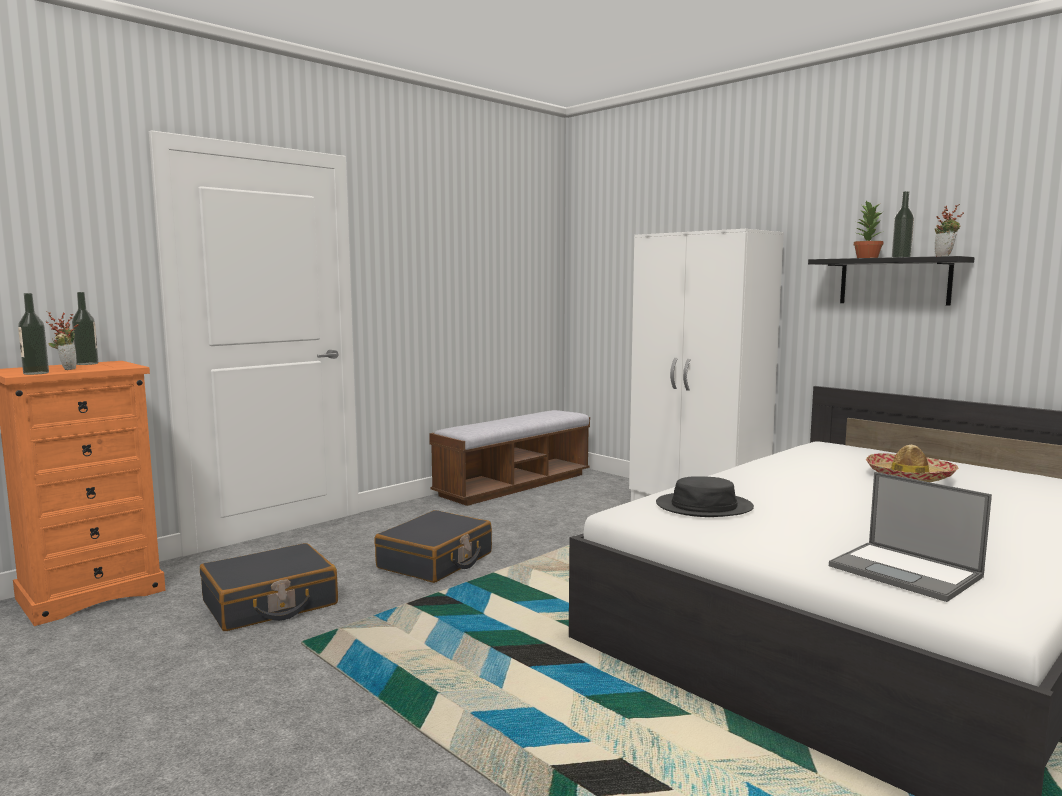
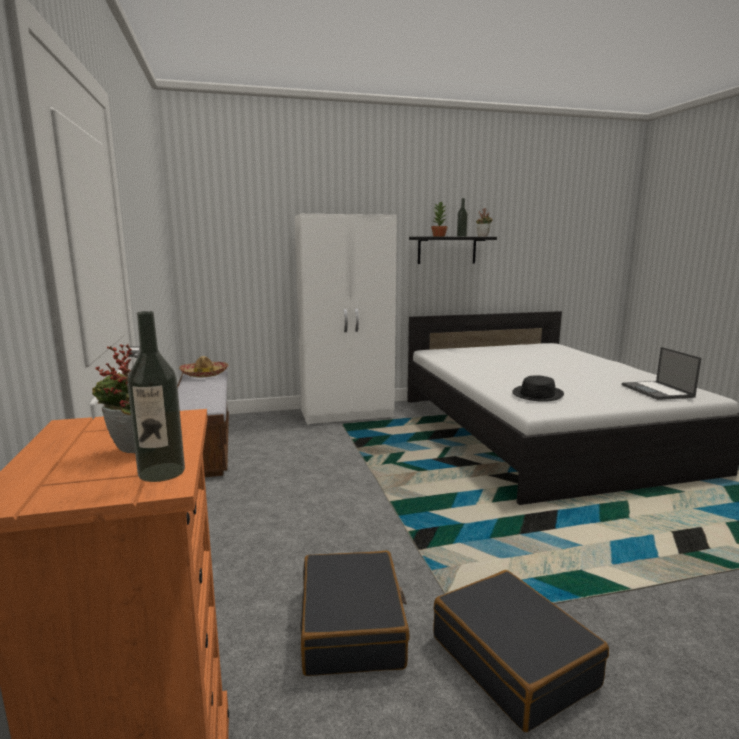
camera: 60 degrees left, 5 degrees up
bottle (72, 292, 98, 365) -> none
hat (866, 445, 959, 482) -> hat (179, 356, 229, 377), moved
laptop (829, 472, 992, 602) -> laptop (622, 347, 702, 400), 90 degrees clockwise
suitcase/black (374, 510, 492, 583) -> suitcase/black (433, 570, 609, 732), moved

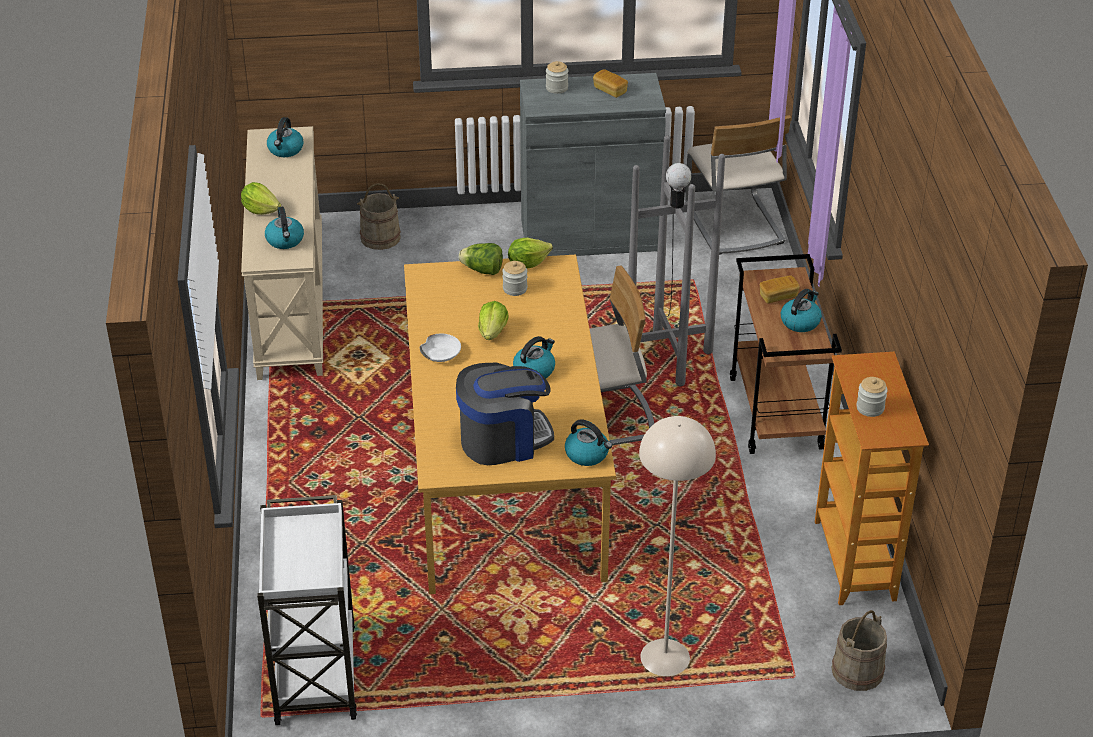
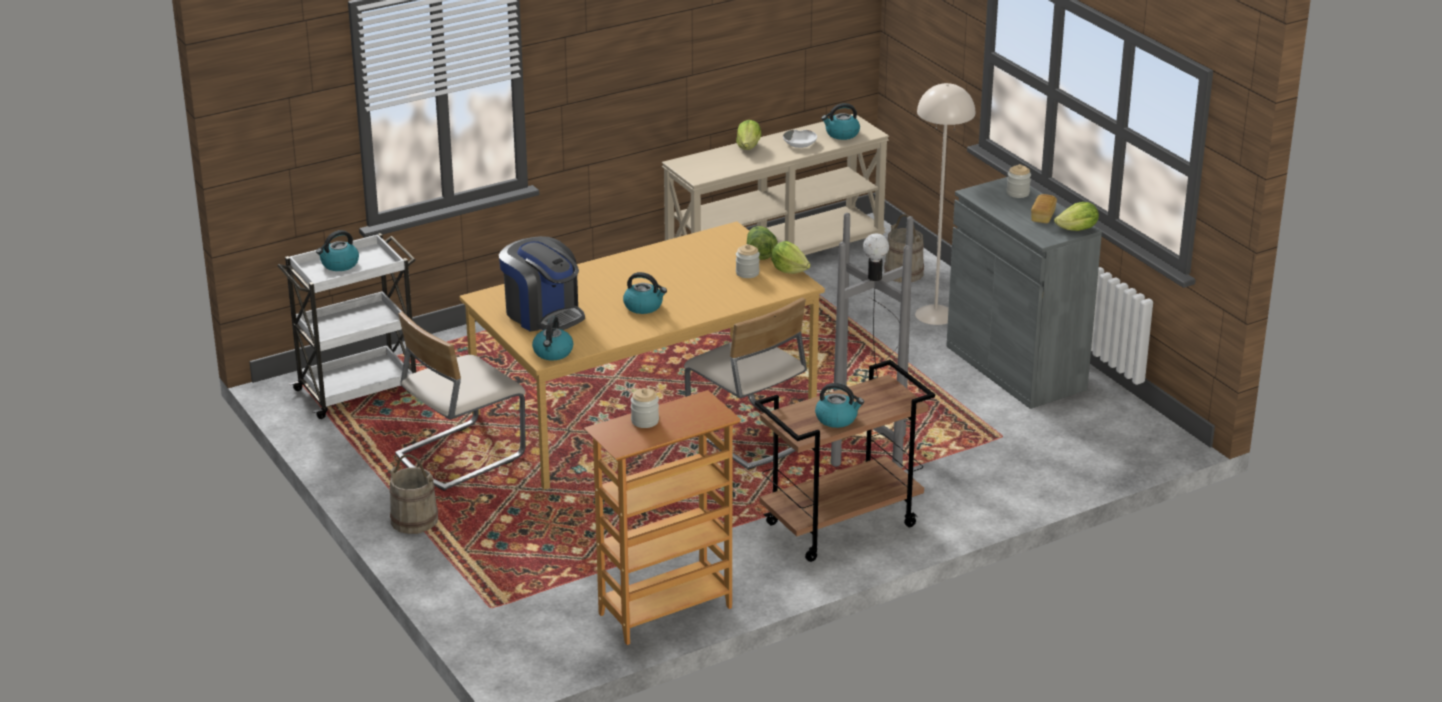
camera: 65 degrees right, 10 degrees down
chair/beige (685, 115, 791, 255) -> chair/beige (395, 312, 526, 491), moved
kettle (265, 206, 304, 249) -> kettle (316, 230, 359, 271), moved
bread (760, 276, 800, 303) -> none
lettuce (478, 301, 509, 340) -> lettuce (1054, 202, 1099, 231), moved
bowl/white (420, 334, 461, 362) -> bowl/white (783, 130, 817, 148), moved
floor lamp/beige (639, 416, 716, 676) -> floor lamp/beige (915, 83, 975, 325), moved
bucket/beige (832, 610, 887, 691) -> bucket/beige (388, 454, 438, 534), moved

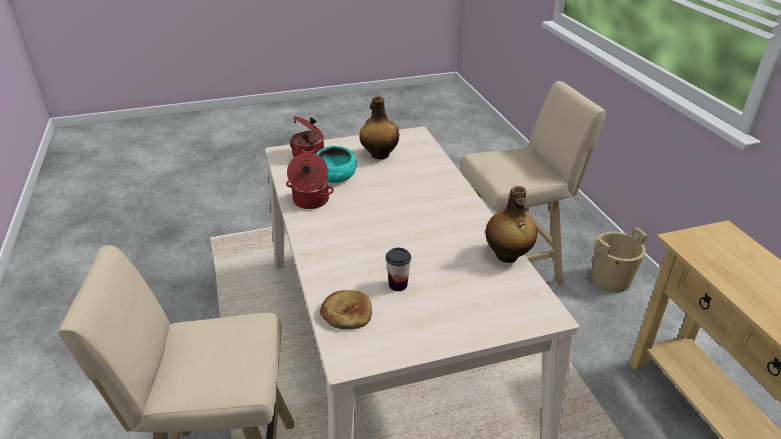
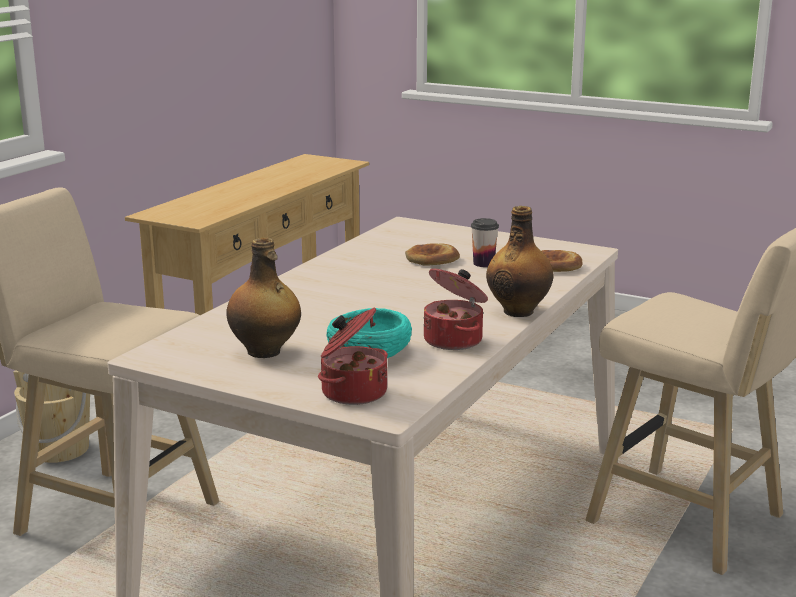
camera: 135 degrees left, 15 degrees down
bottle (486, 186, 537, 263) -> bottle (486, 206, 553, 317), moved
none -> bread (405, 243, 460, 266)

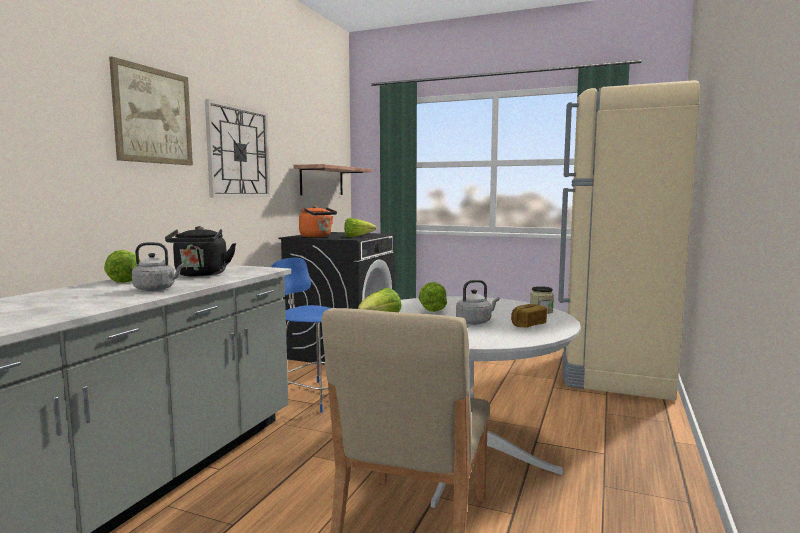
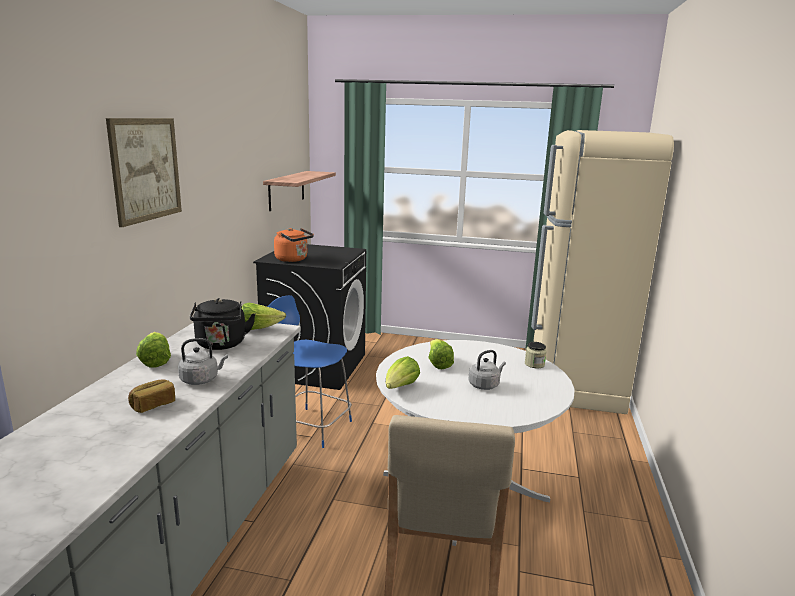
camera: 10 degrees left, 10 degrees up
wall clock (205, 99, 270, 197) -> none
lettuce (345, 218, 377, 237) -> lettuce (241, 303, 286, 330), moved
bread (511, 304, 547, 327) -> bread (128, 379, 175, 413), moved

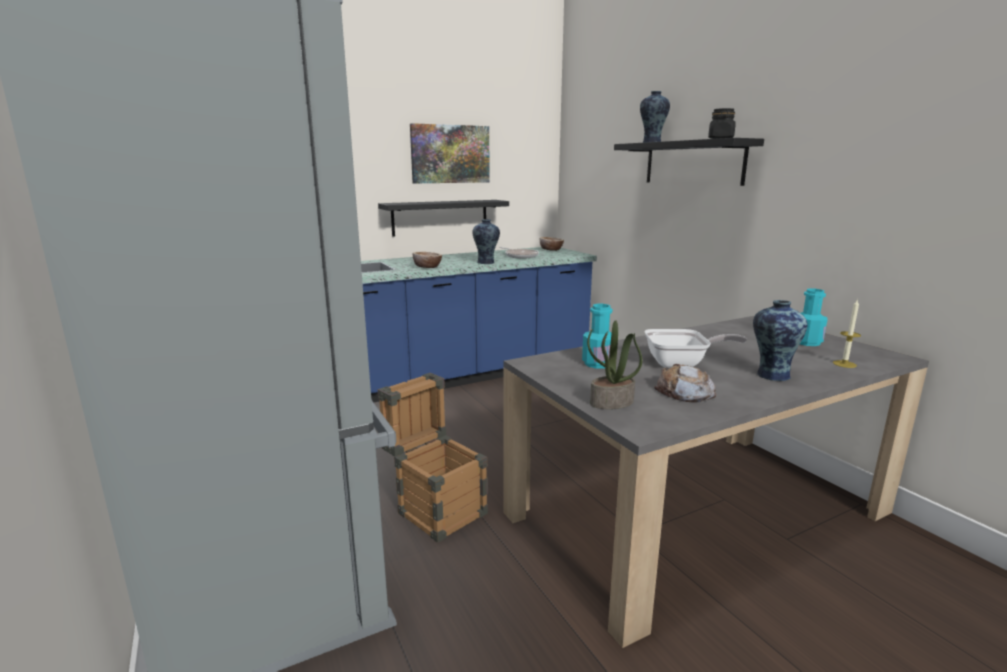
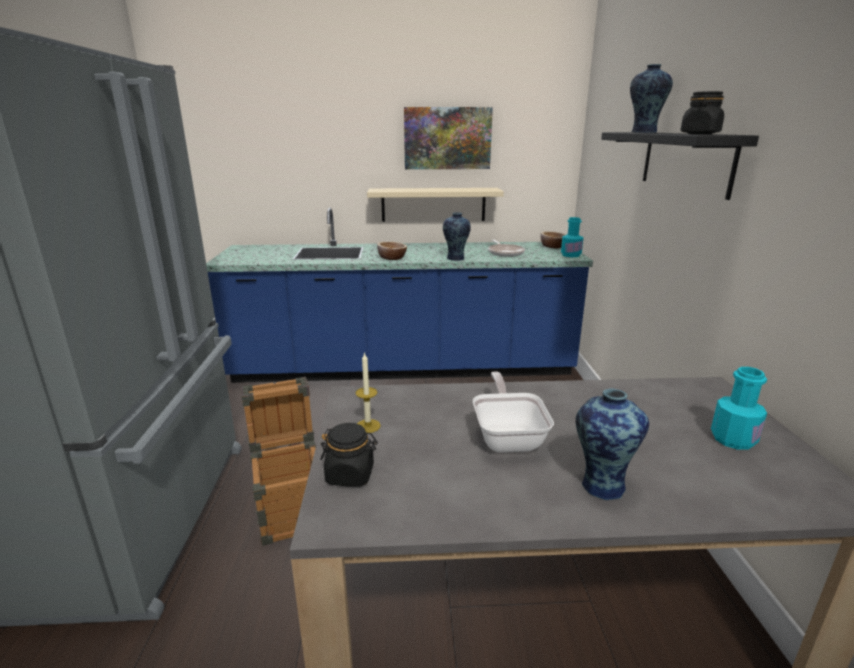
camera: 25 degrees right, 5 degrees up
shelf/black (378, 200, 509, 237) -> shelf/beige (367, 188, 504, 222)
candle (833, 300, 861, 368) -> candle (356, 352, 381, 433), moved
bottle/turquoise (582, 304, 613, 369) -> bottle/turquoise (561, 217, 583, 257), moved
potted plant (587, 320, 642, 409) -> jar/black (320, 423, 378, 486)
frying pan (645, 329, 747, 368) -> frying pan (473, 372, 554, 453), 120 degrees counterclockwise
bread (654, 364, 716, 403) -> none

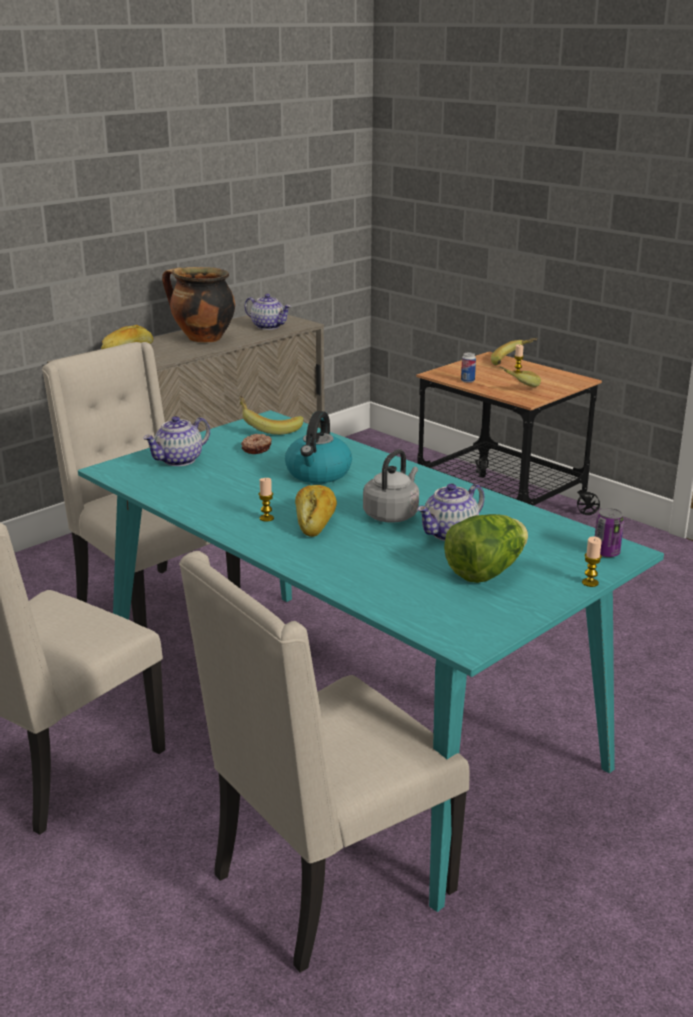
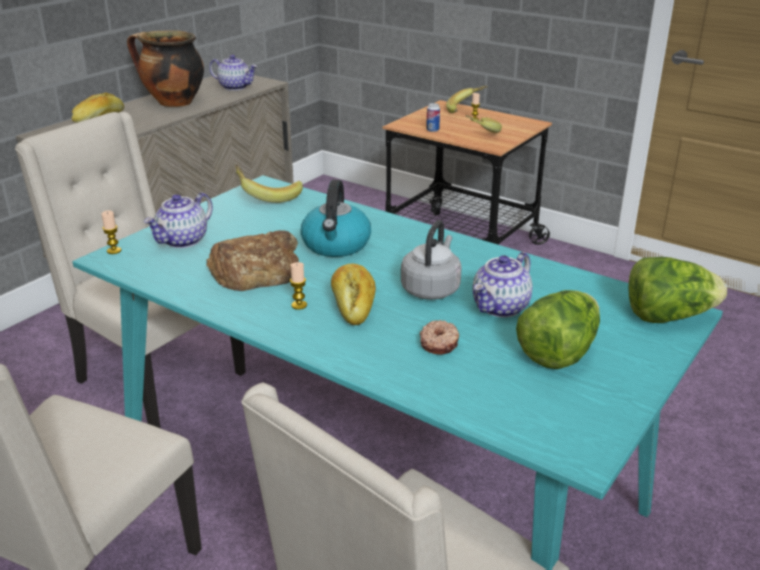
camera: 10 degrees left, 5 degrees up
donut (241, 434, 272, 454) -> donut (420, 320, 459, 355), moved
can (595, 508, 624, 558) -> lettuce (628, 257, 727, 323)
candle (582, 537, 602, 587) -> candle (101, 210, 121, 254), moved
none -> bread (206, 230, 299, 291)

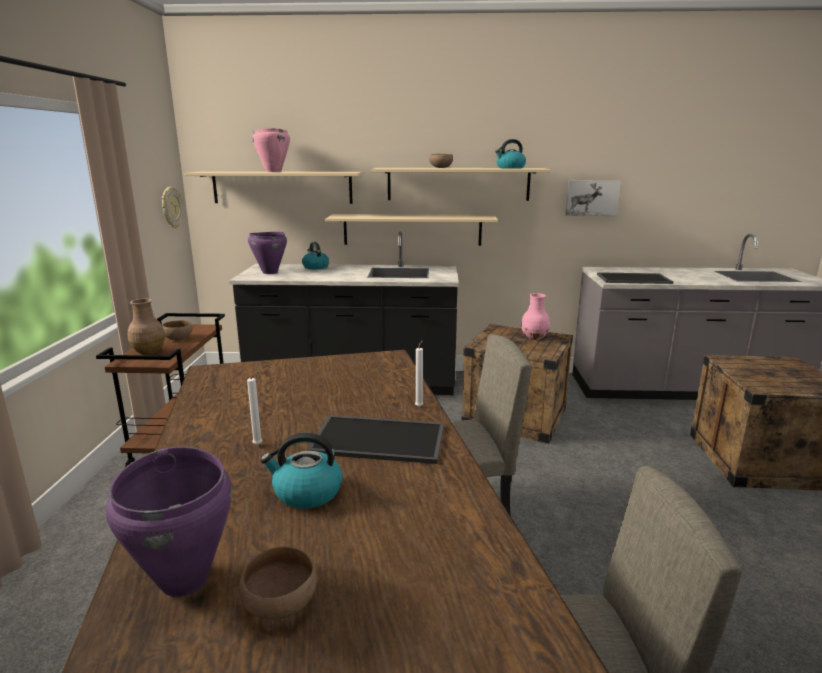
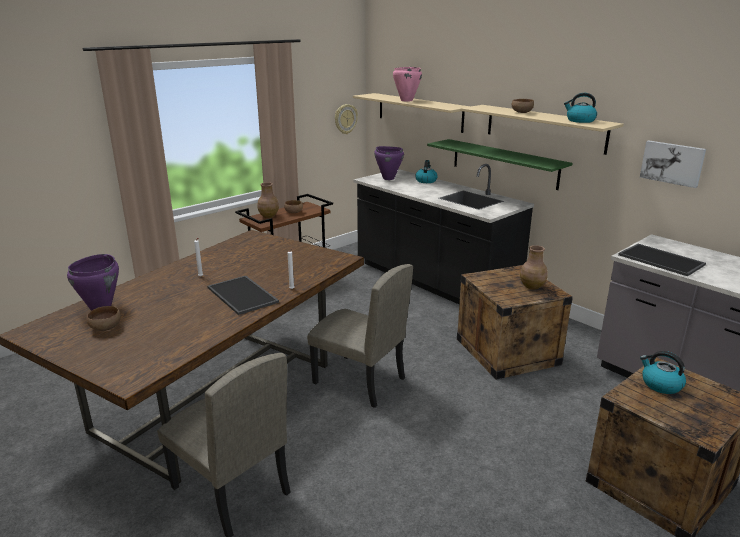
camera: 45 degrees right, 5 degrees up
shelf/beige (325, 214, 498, 246) -> shelf/green (427, 139, 573, 190)
vase/pink (521, 293, 550, 340) -> vase/brown (520, 245, 548, 290)
kettle (260, 433, 342, 509) -> kettle (640, 351, 686, 394), moved

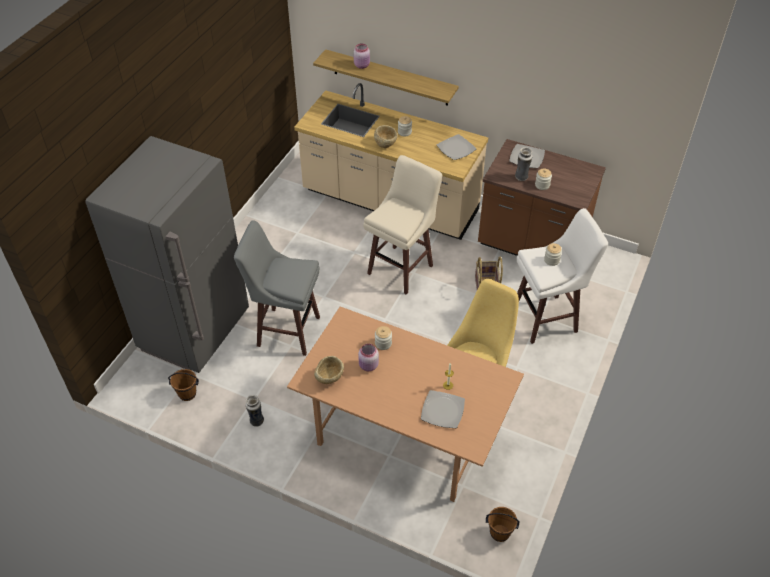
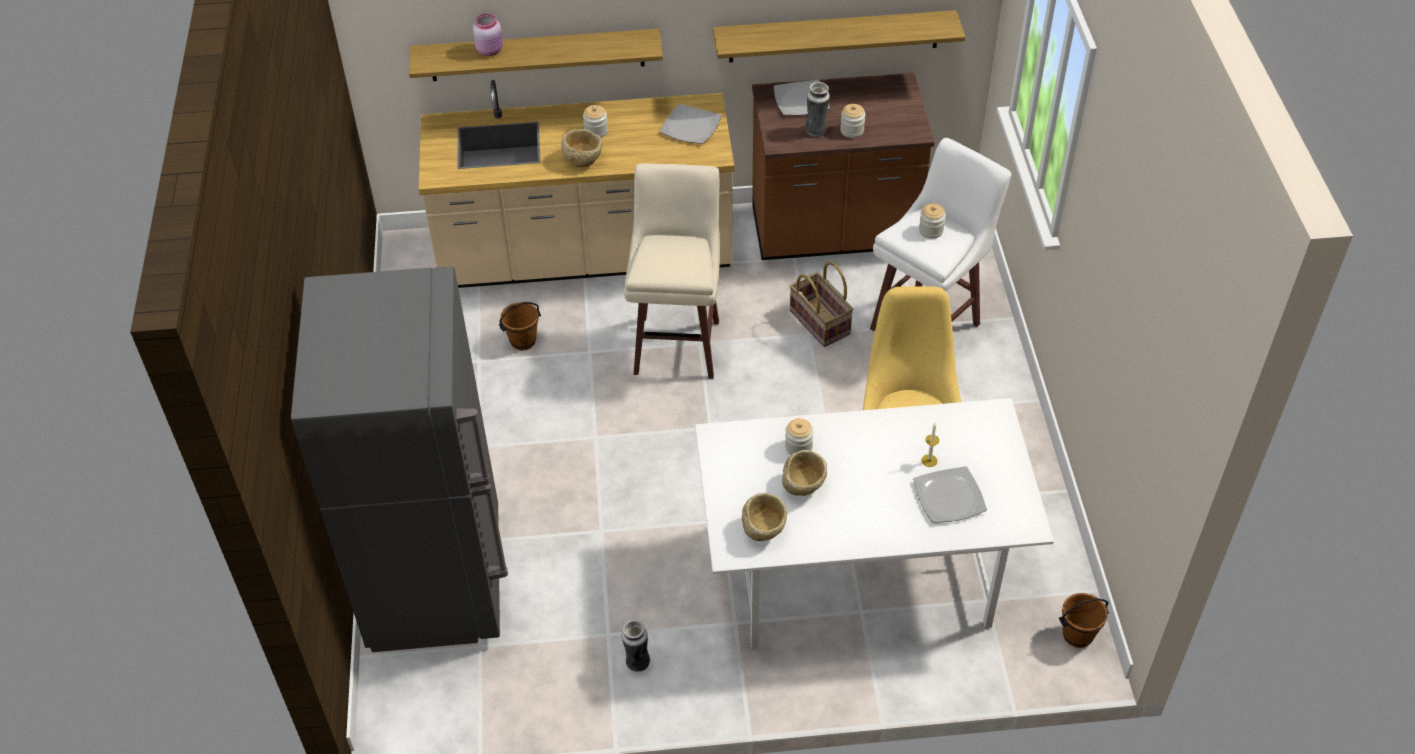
camera: 30 degrees left, 0 degrees up
stool/grey (234, 220, 320, 356) -> none
dining table/brown (287, 306, 524, 502) -> dining table/white (695, 398, 1054, 650)
jar/pink (358, 344, 379, 371) -> bowl/beige (782, 450, 827, 496)
bucket/brown (168, 369, 199, 401) -> bucket/brown (499, 302, 541, 350), moved
none -> shelf (713, 10, 965, 62)

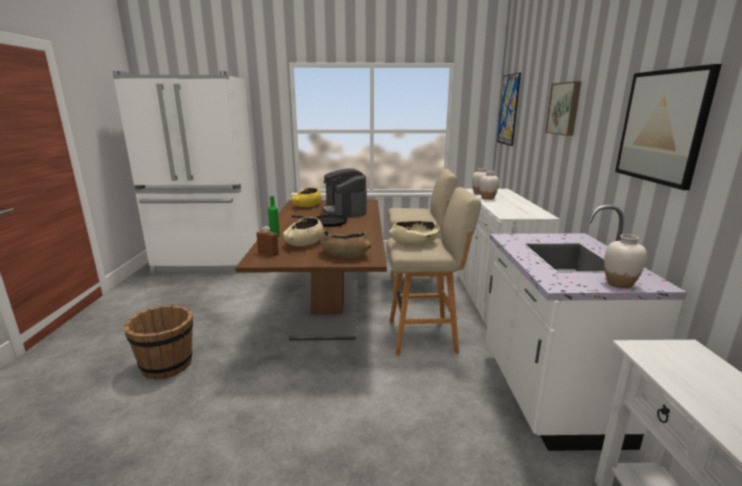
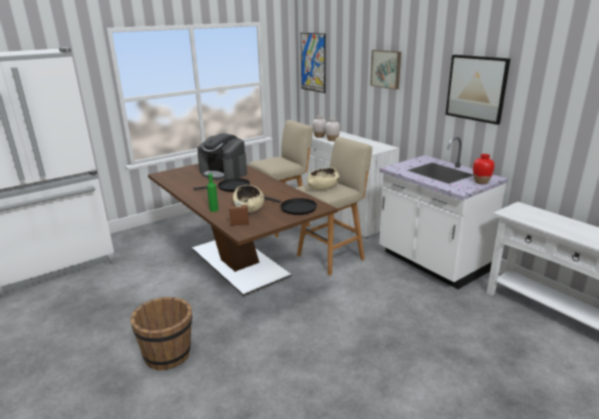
camera: 35 degrees left, 5 degrees up
bowl/yellow (292, 188, 321, 207) -> none
bowl/brown (319, 230, 371, 258) -> frying pan/black (264, 196, 317, 215)
vase/white (604, 234, 647, 289) -> vase/red (473, 154, 495, 184)

